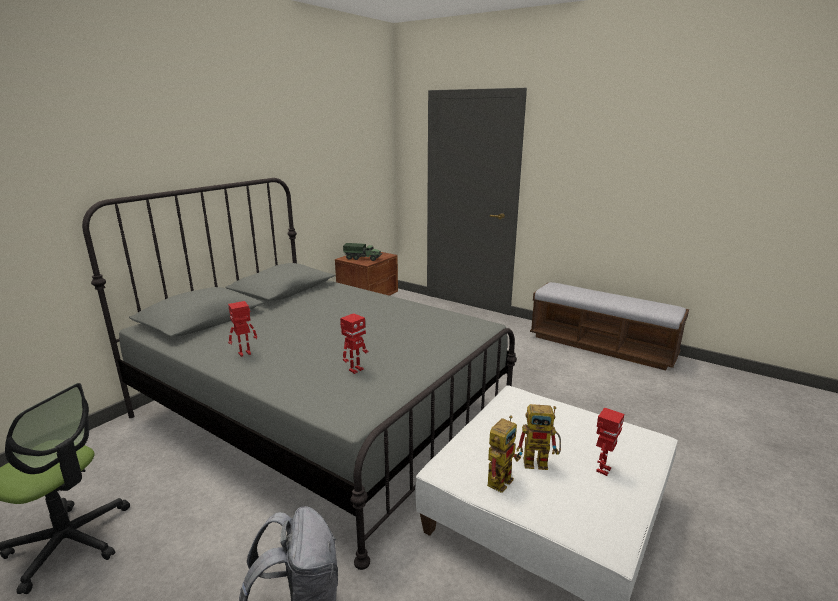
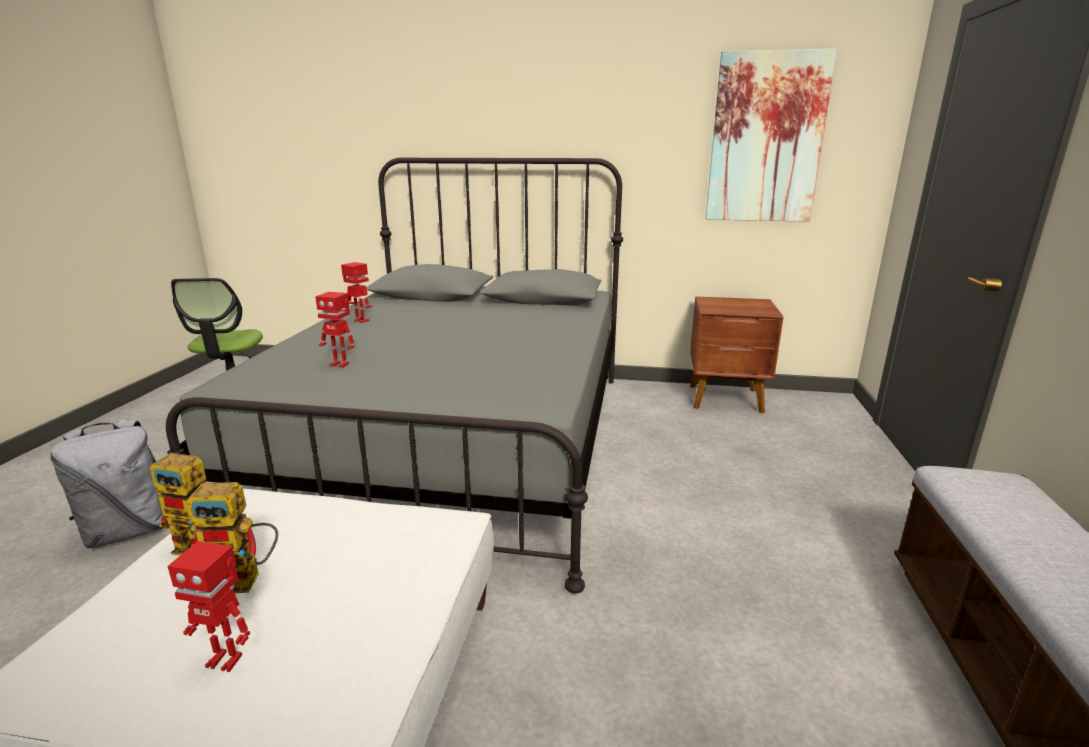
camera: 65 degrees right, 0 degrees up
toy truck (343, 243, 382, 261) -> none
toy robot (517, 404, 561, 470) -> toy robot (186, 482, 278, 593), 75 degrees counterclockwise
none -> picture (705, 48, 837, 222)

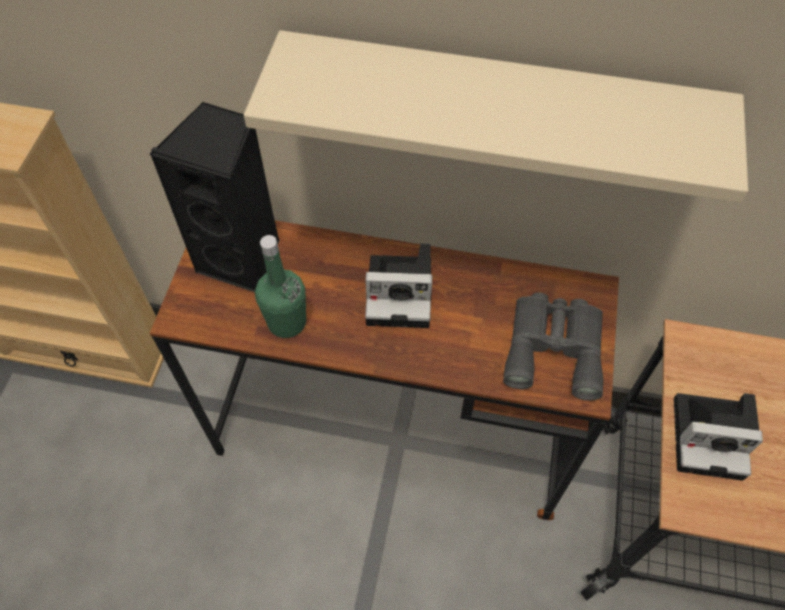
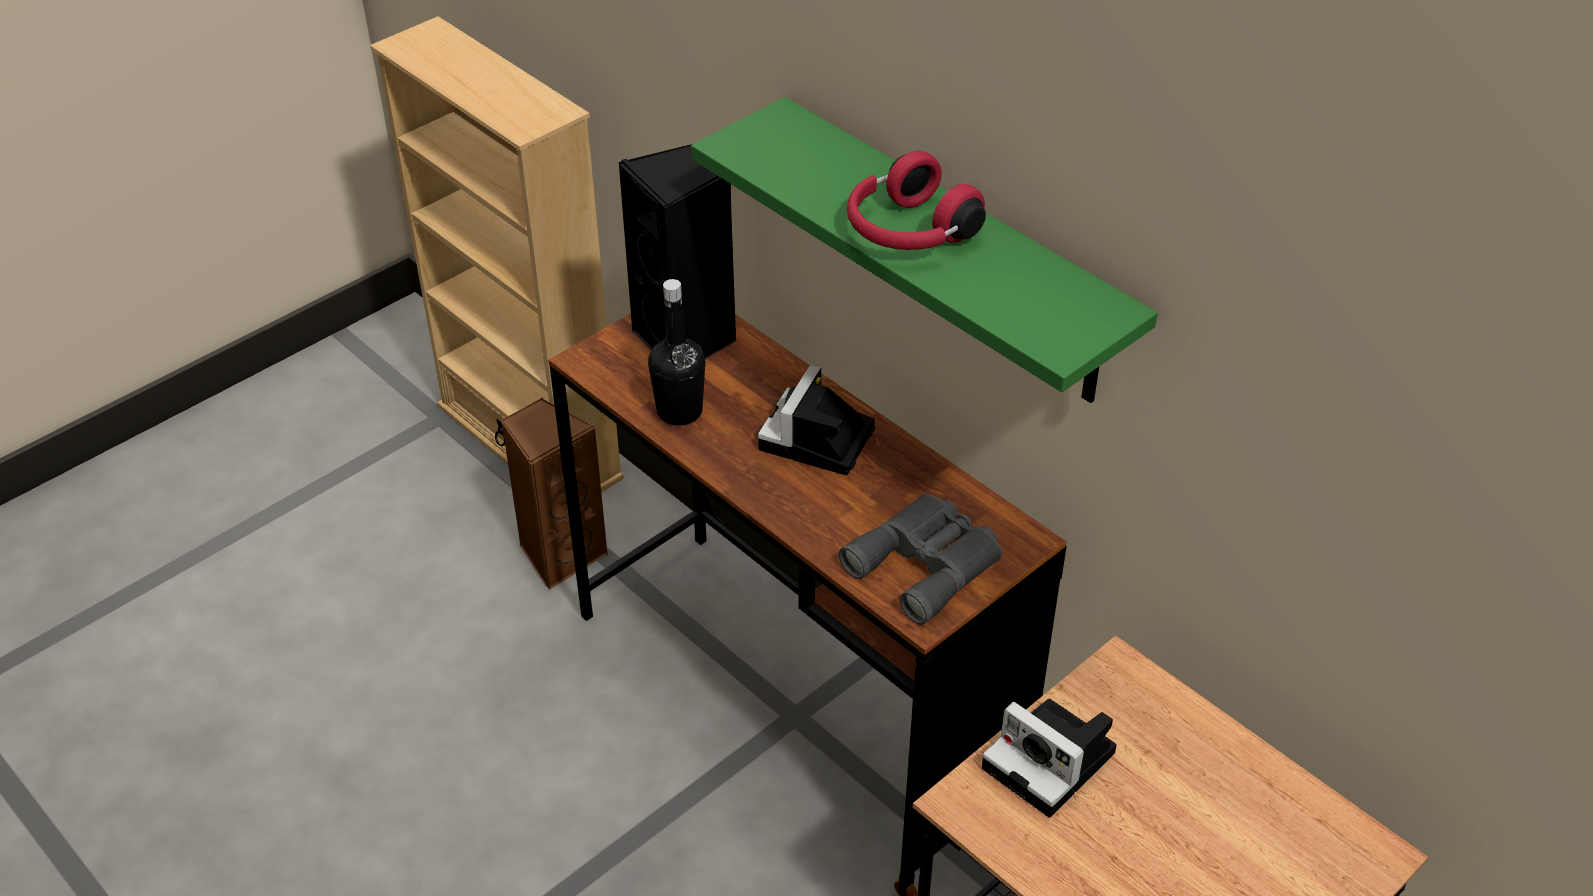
camera: 35 degrees right, 15 degrees down
shelf/beige (244, 30, 748, 203) -> shelf/green (691, 97, 1158, 403)
bottle/green (255, 235, 306, 338) -> bottle/black (648, 279, 705, 425)
photo camera (365, 243, 432, 328) -> photo camera (758, 365, 875, 475), 75 degrees clockwise
none -> headphones/red (847, 151, 986, 250)
none -> speaker/brown (500, 397, 609, 590)

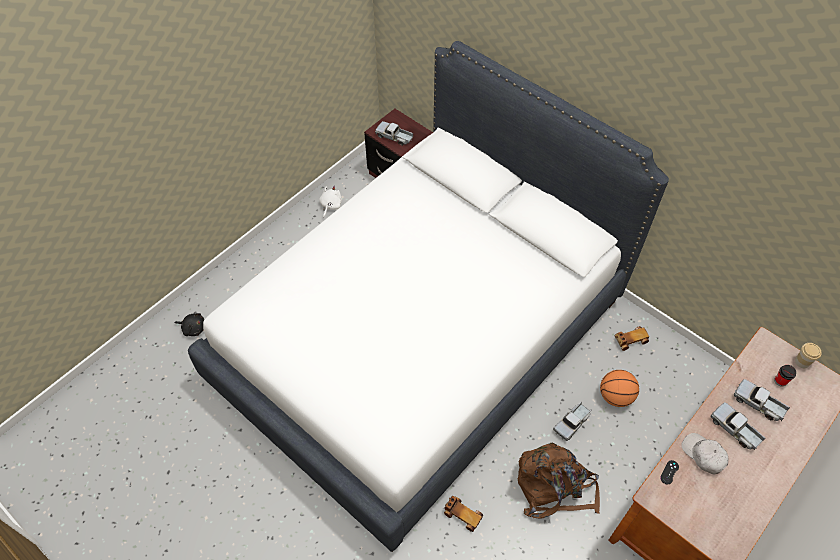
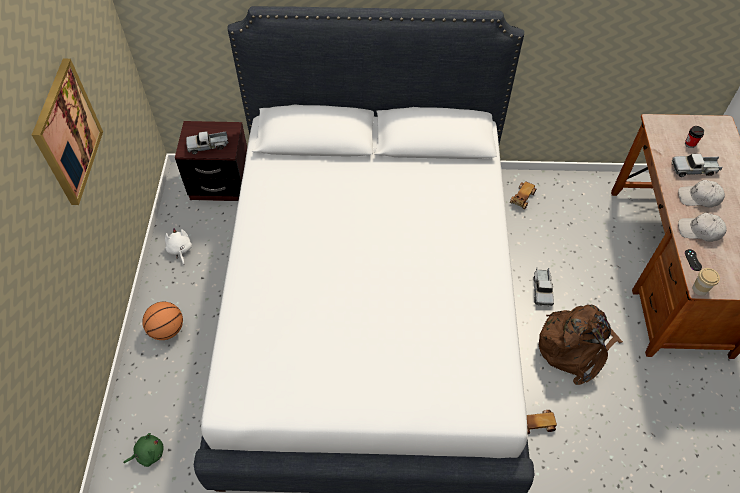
camera: 40 degrees left, 0 degrees up
plush toy/black (174, 313, 204, 336) -> plush toy/green (124, 433, 163, 467)
cup (795, 343, 822, 368) -> cup (692, 268, 720, 296), moved
basketball (600, 370, 639, 407) -> basketball (142, 302, 183, 340), moved
toy truck (711, 402, 766, 450) -> cap/white (678, 180, 725, 207)
none -> picture (32, 59, 103, 205)

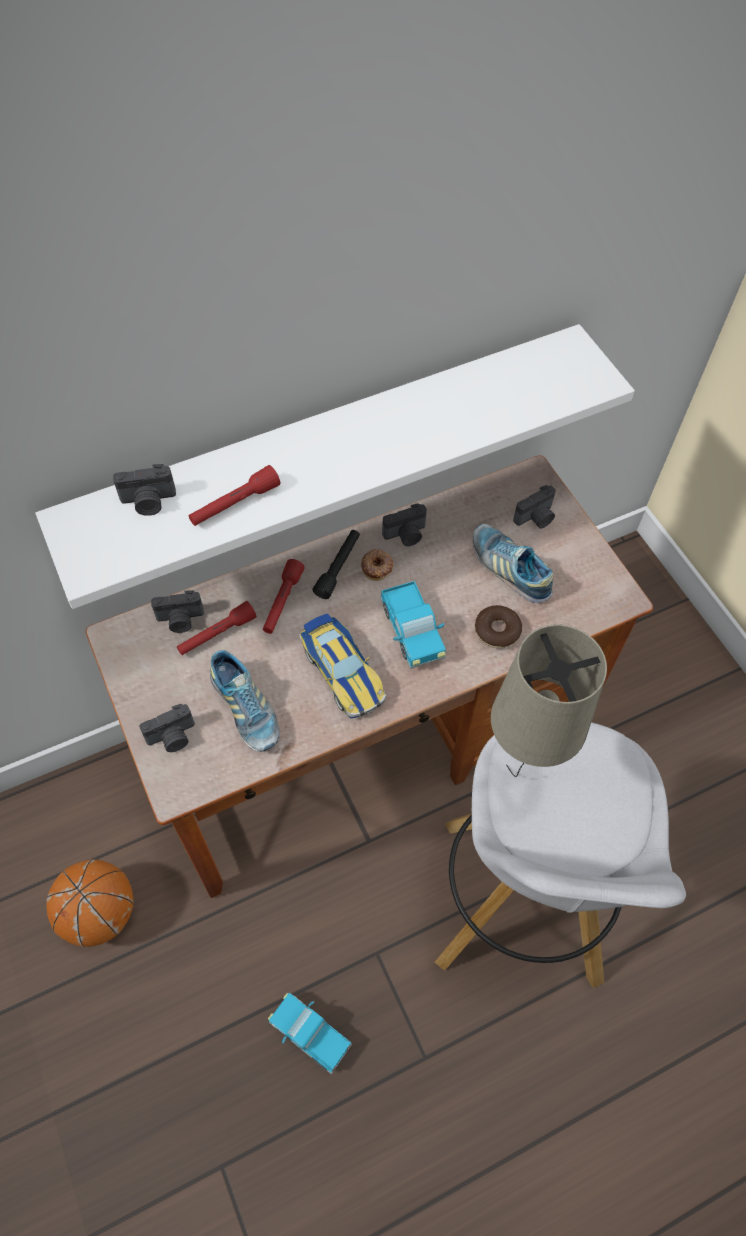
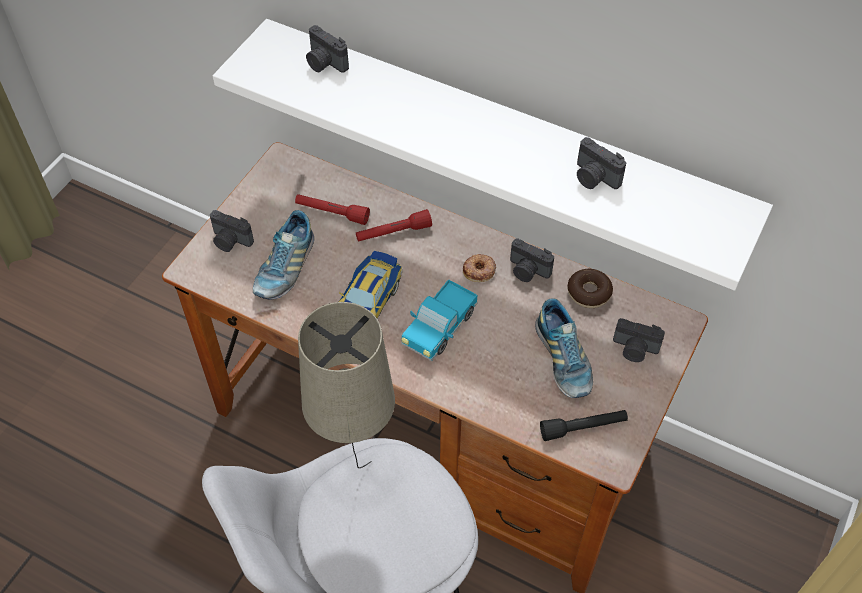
camera: 55 degrees right, 5 degrees down
flashlight/red (189, 465, 280, 526) -> none
shoe (473, 524, 553, 603) -> shoe (535, 298, 593, 398), 150 degrees clockwise
flashlight/black (312, 530, 360, 599) -> flashlight/black (540, 410, 628, 441), moved
photo camera (151, 590, 204, 633) -> photo camera (577, 137, 626, 189), moved
donut (475, 605, 522, 648) -> donut (568, 269, 613, 308), moved
basketball (46, 859, 134, 947) -> none
toy truck (268, 993, 352, 1074) -> none

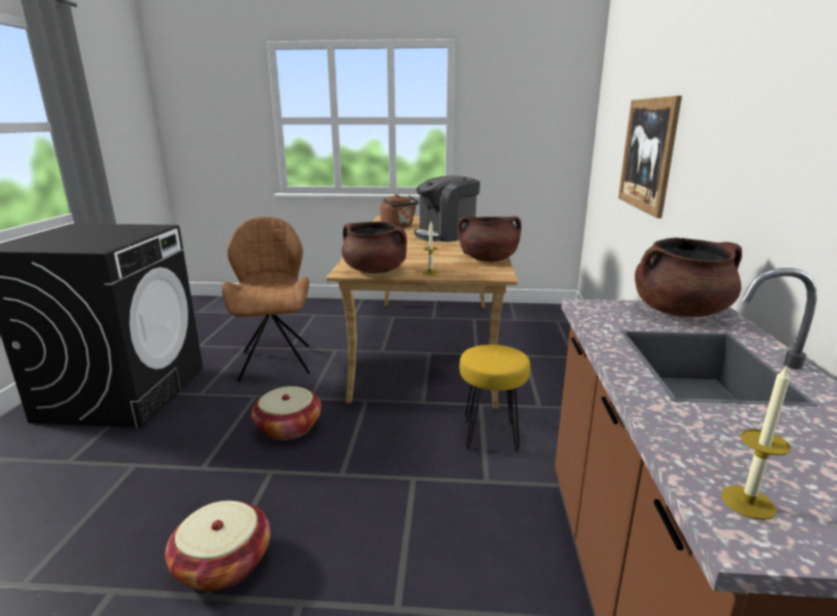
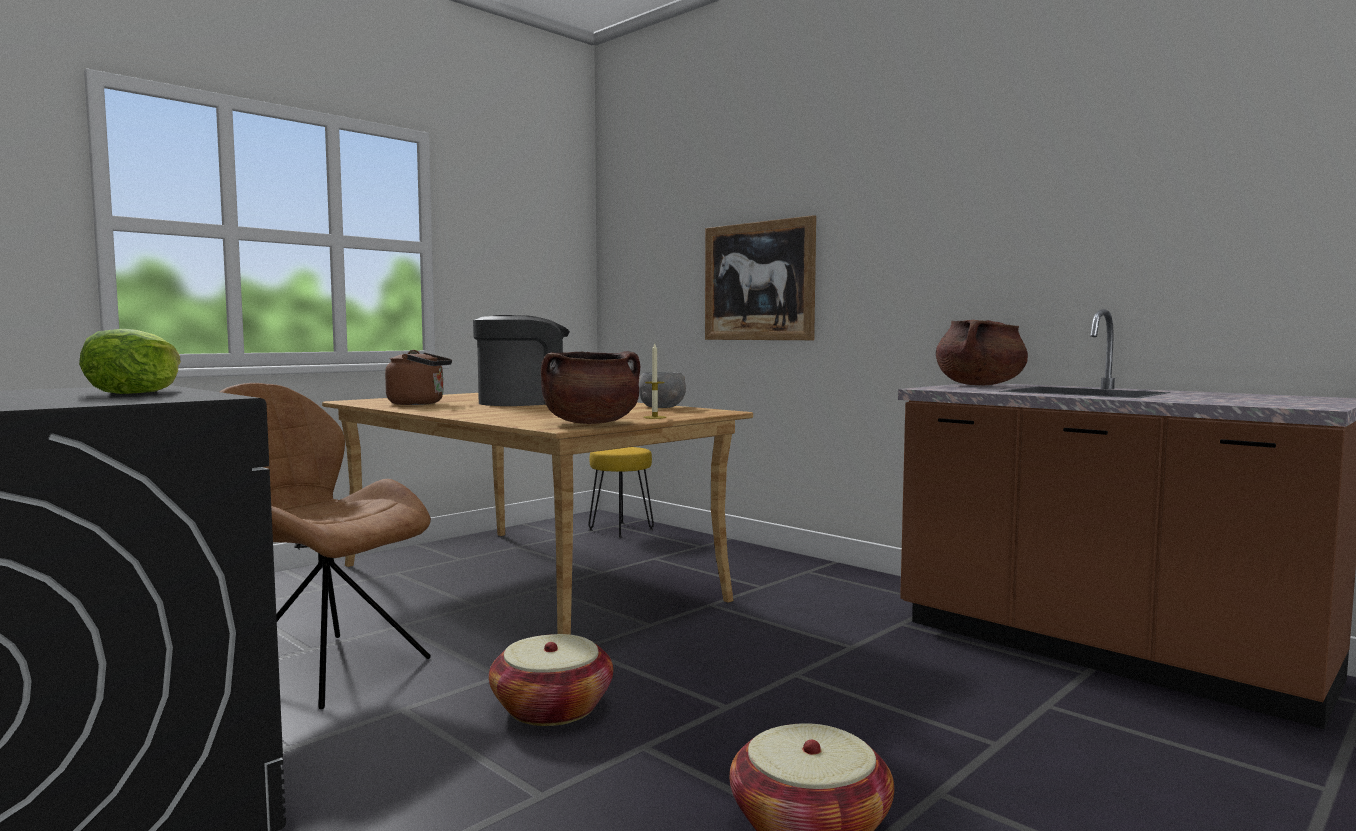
camera: 50 degrees left, 15 degrees down
coffee machine (414, 176, 480, 242) -> coffee machine (473, 315, 570, 406), 135 degrees counterclockwise
cooking pot/brown (457, 216, 521, 262) -> bowl/grey (639, 372, 686, 408)
stool/yellow (459, 345, 530, 452) -> stool/yellow (588, 447, 654, 538), moved
candle (721, 365, 791, 520) -> none
none -> lettuce (79, 329, 181, 394)

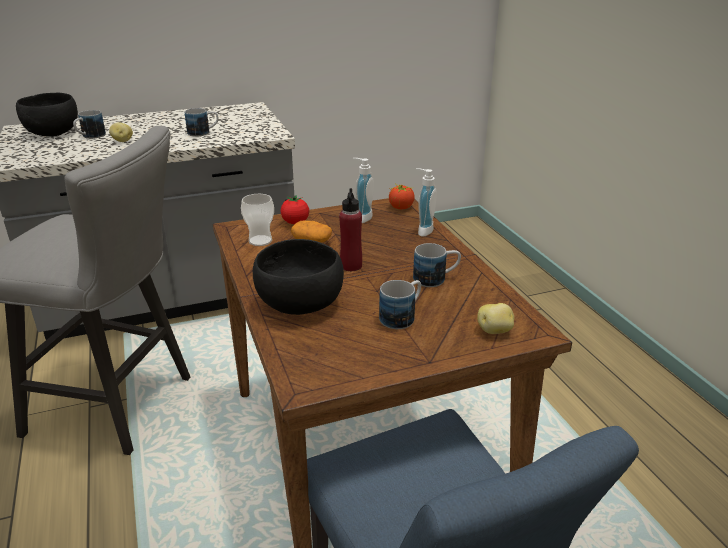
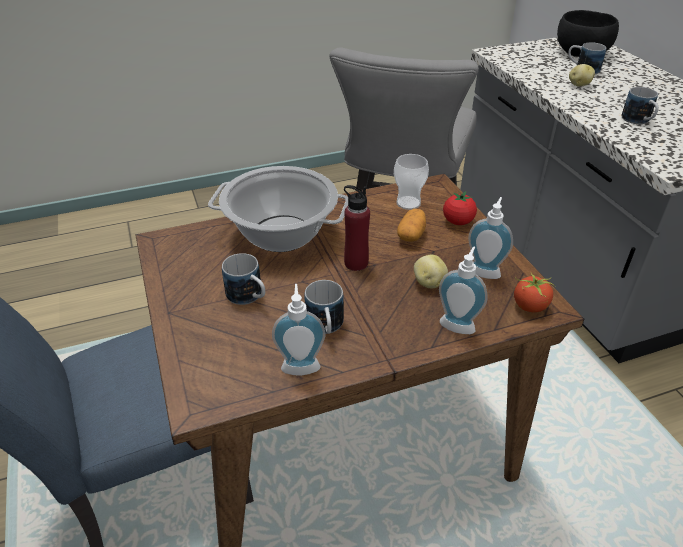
camera: 90 degrees right, 10 degrees up
bowl/black (253, 239, 344, 315) -> cooking pot (208, 166, 348, 252)
potato (477, 303, 514, 334) -> potato (414, 255, 448, 289), moved
none -> soap dispenser (272, 284, 325, 376)

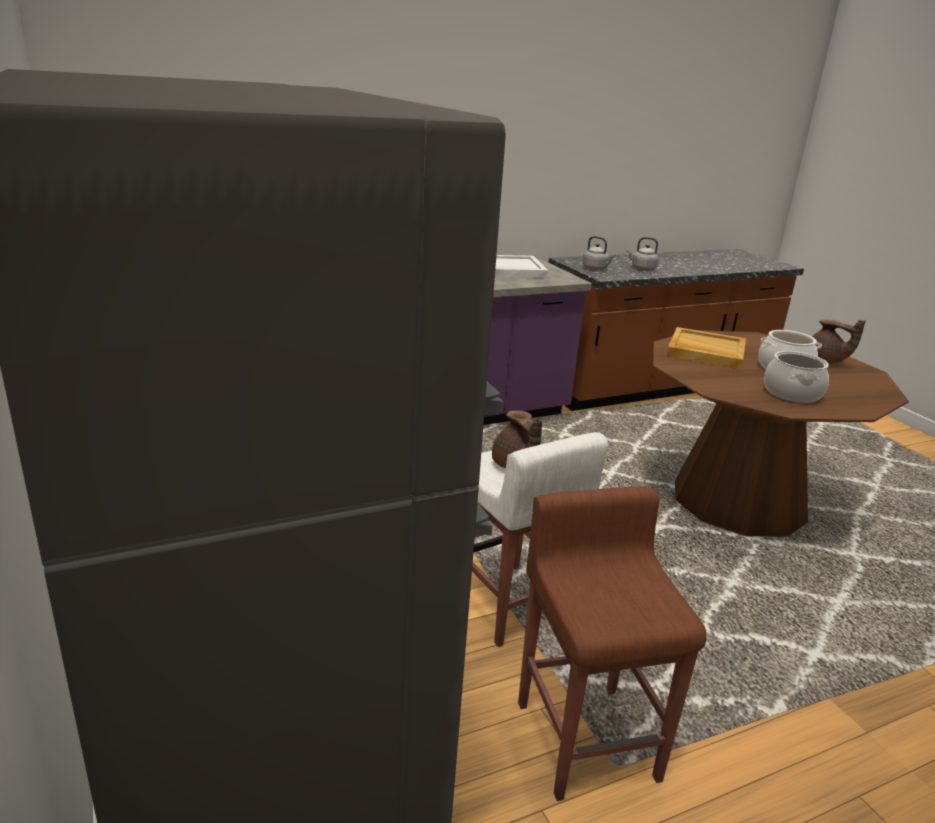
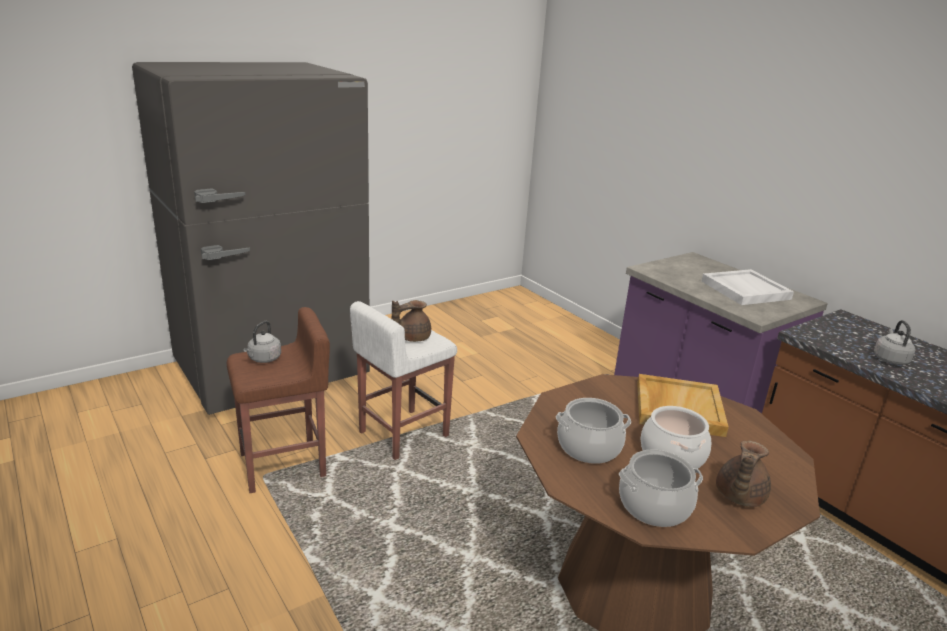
camera: 80 degrees right, 0 degrees up
kettle/grey (582, 236, 615, 270) -> kettle/grey (244, 321, 281, 363), moved
none -> cooking pot (619, 450, 703, 527)

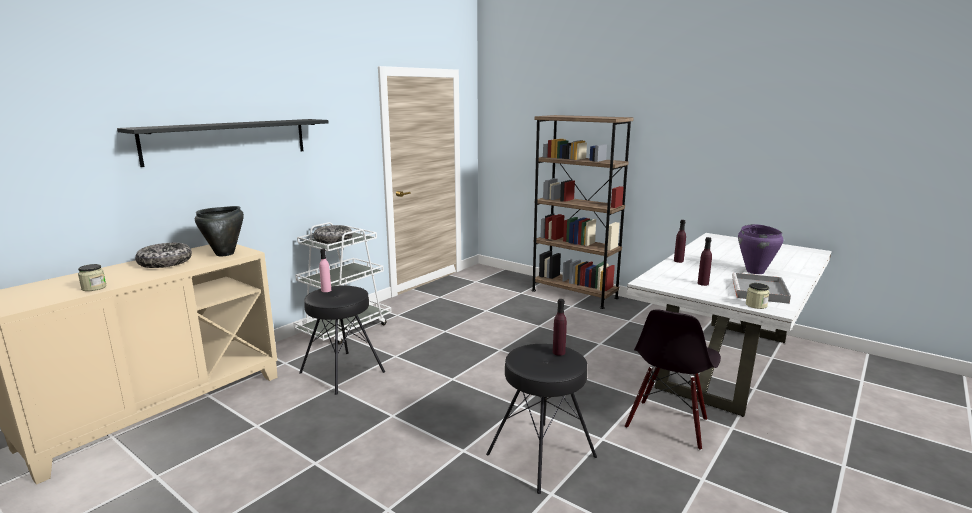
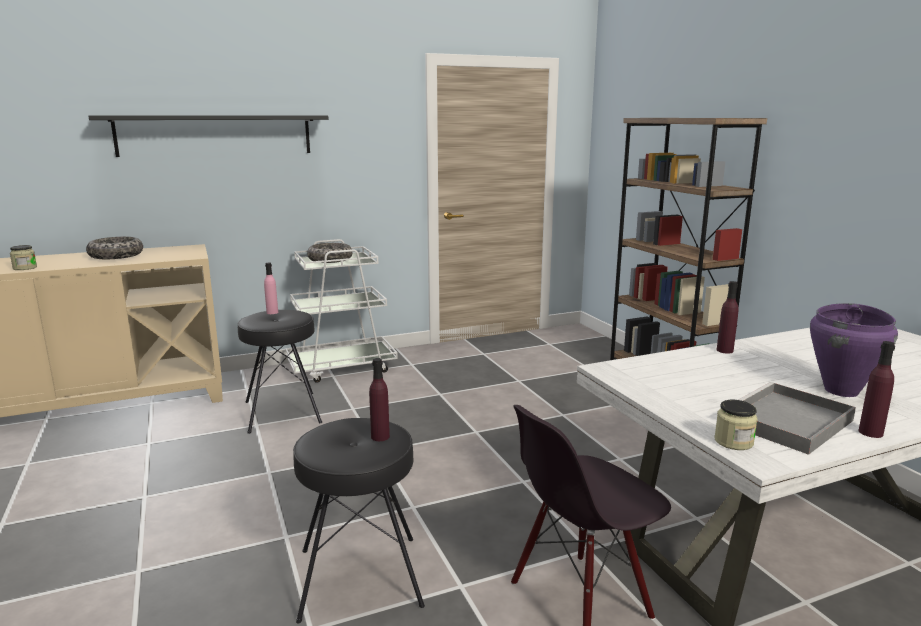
camera: 30 degrees right, 0 degrees up
cooking pot/black (195, 206, 244, 256) -> none
bottle/purple (698, 237, 712, 286) -> bottle/purple (858, 341, 895, 438), moved

